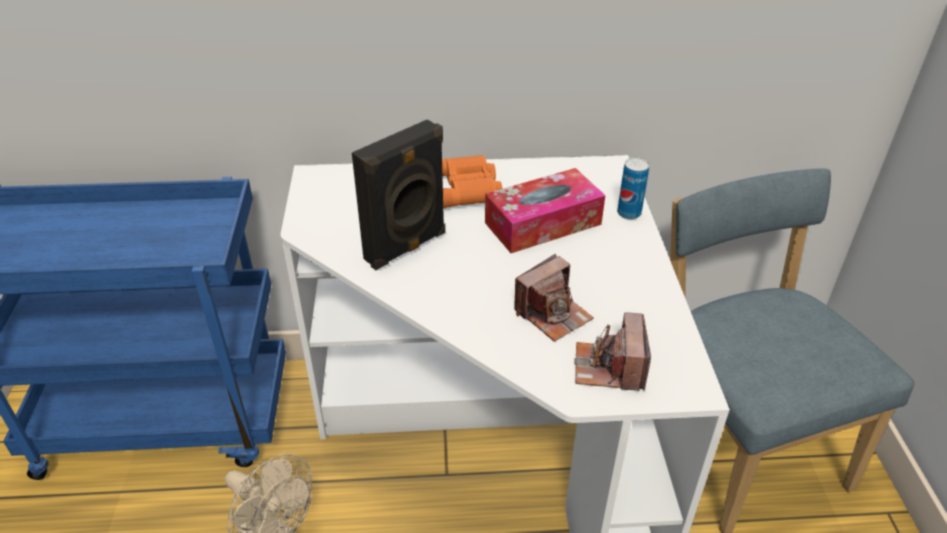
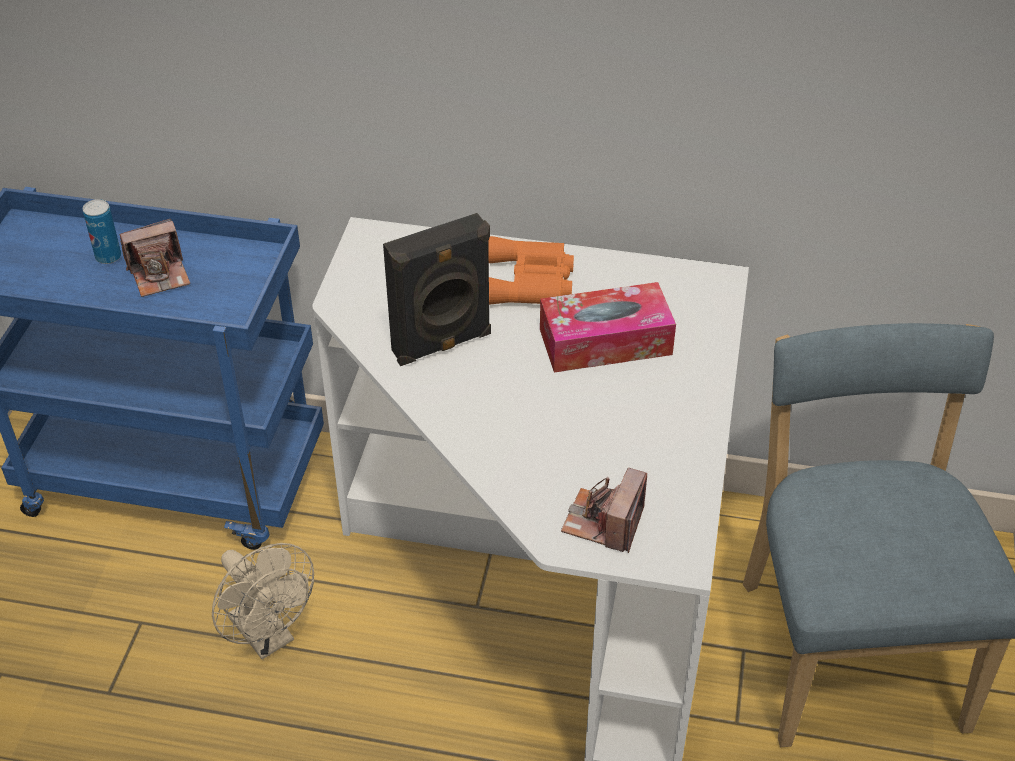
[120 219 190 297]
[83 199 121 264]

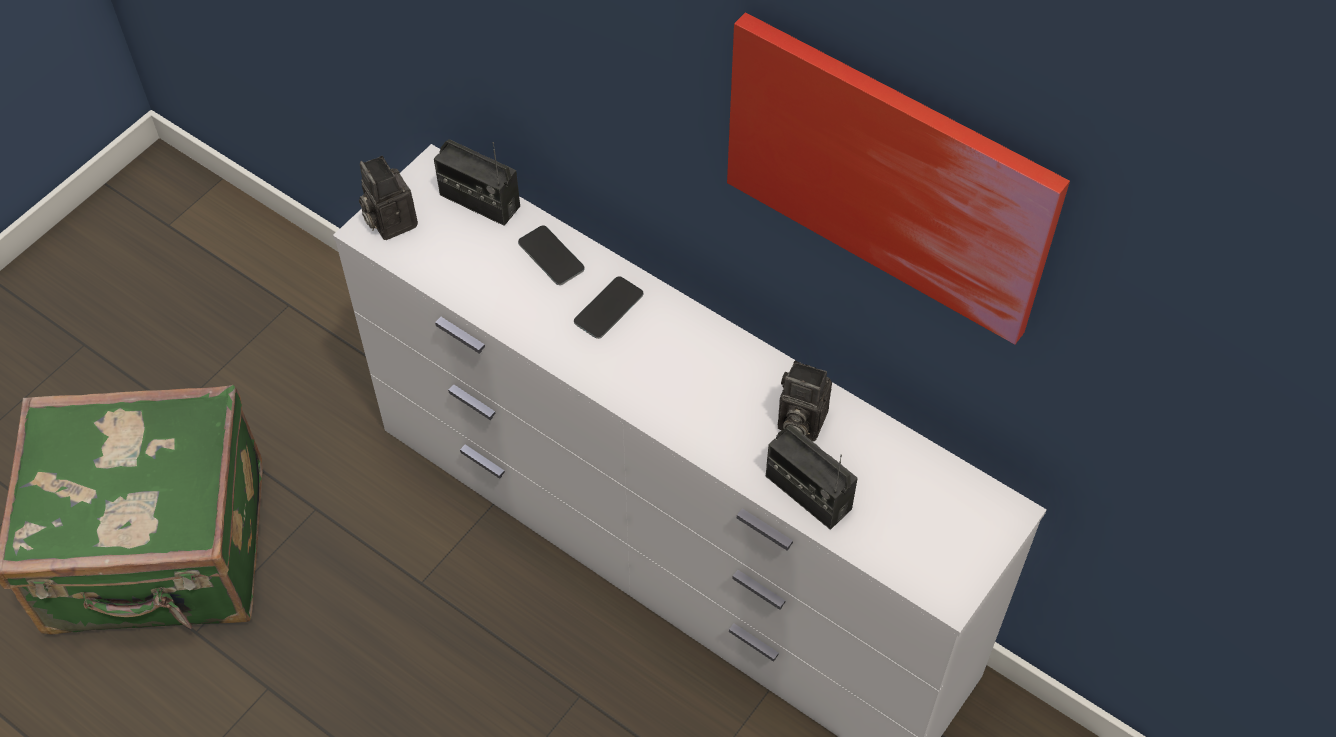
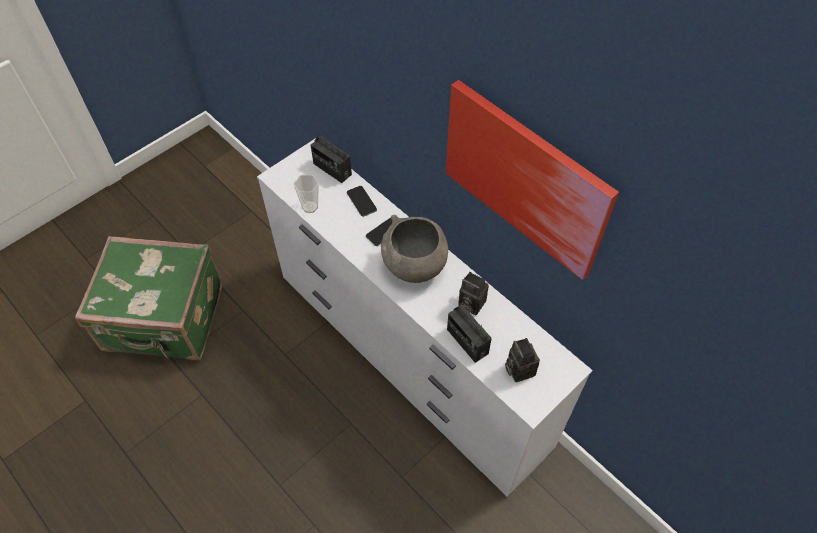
[505 338 540 382]
[293 175 319 213]
[381 215 448 283]

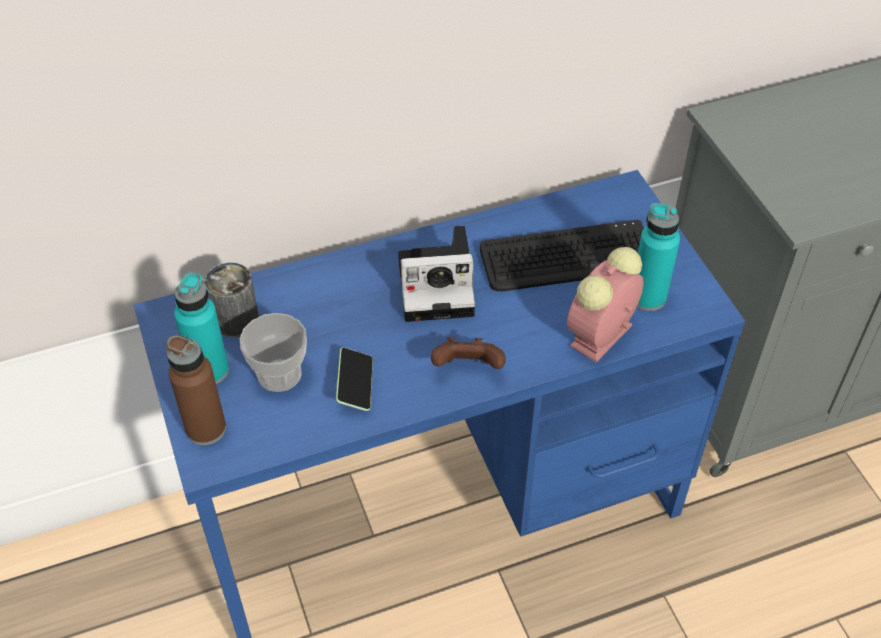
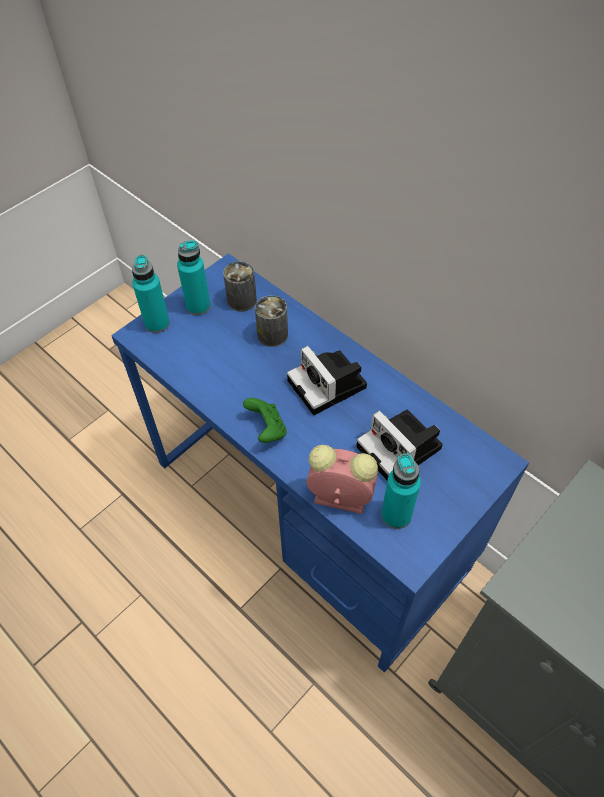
[132 255 170 333]
[240 313 307 392] (first image)
[336 347 373 411] (first image)
[243 398 287 443]
[356 410 443 480]
[255 295 288 347]

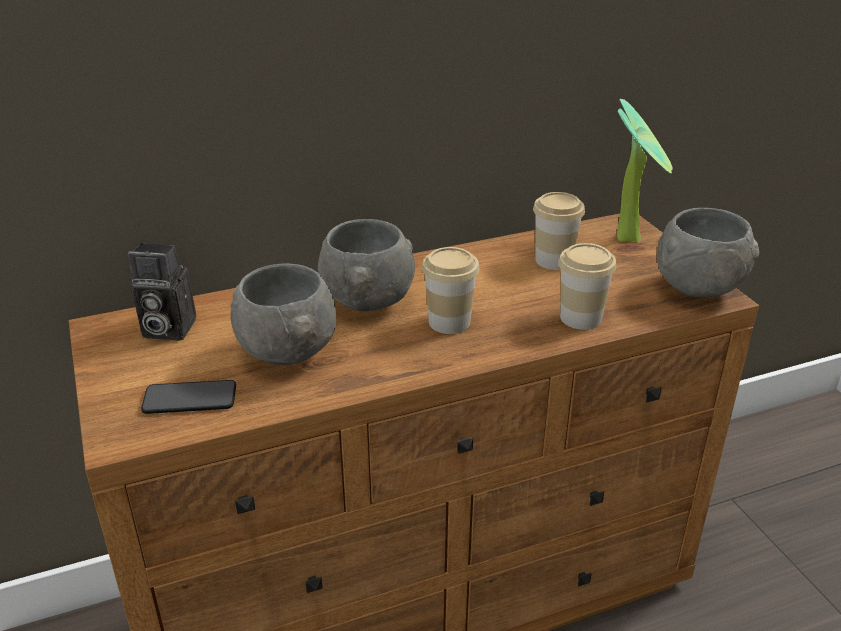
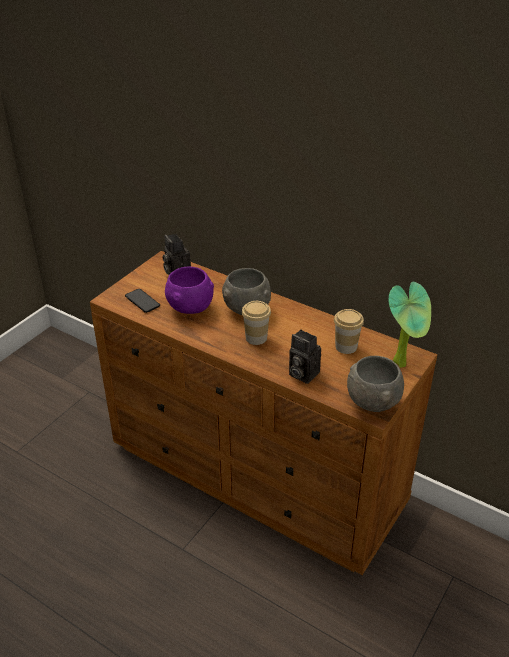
[165 267 214 314]
[289 330 321 384]

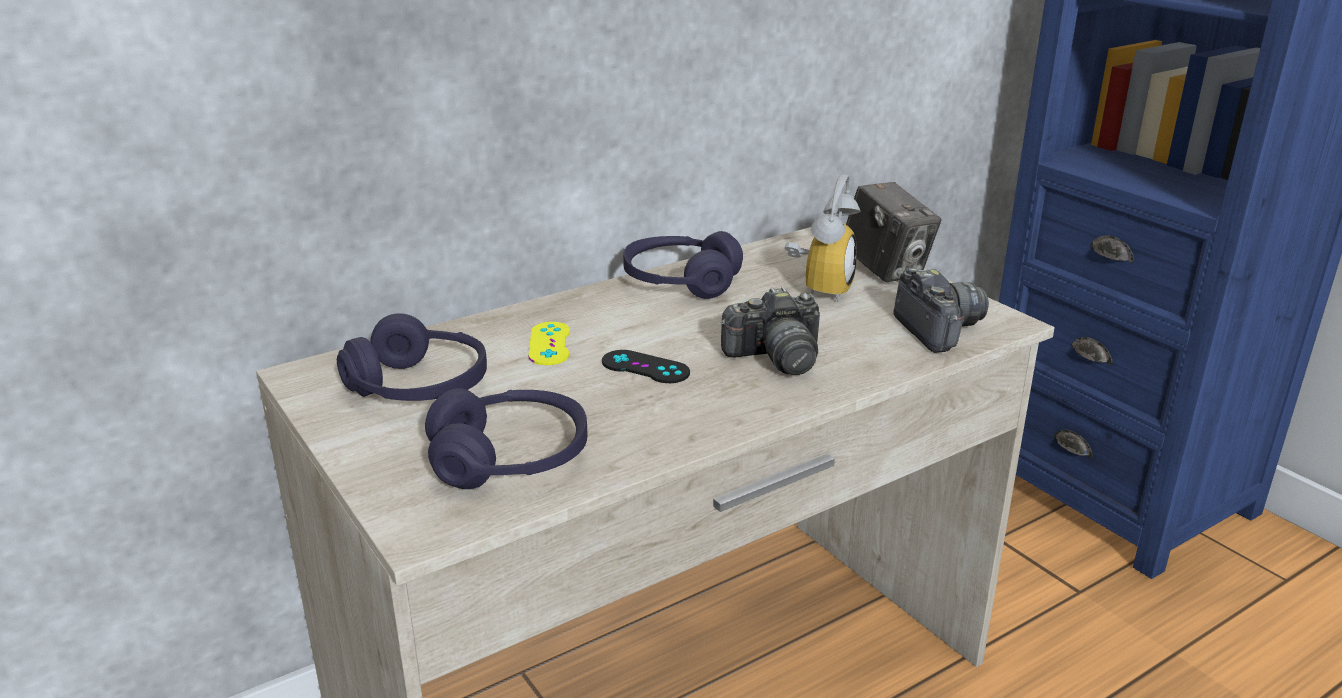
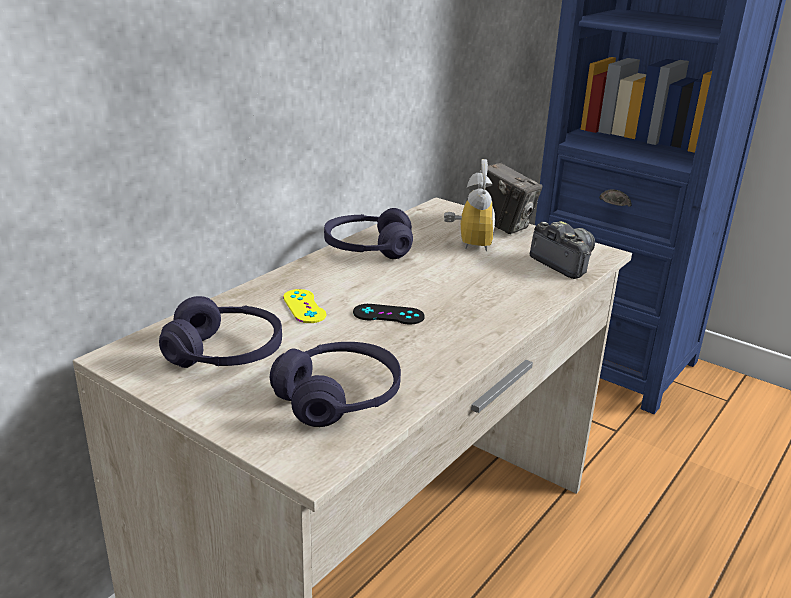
[721 287 820 375] (first image)

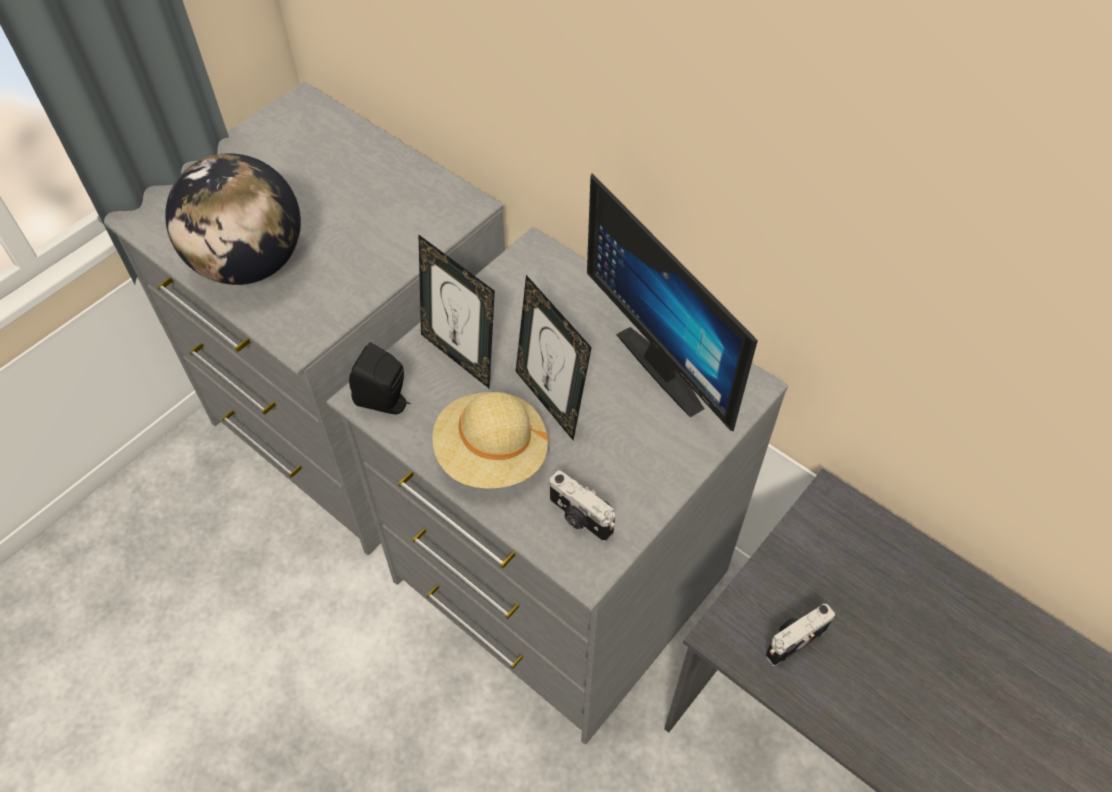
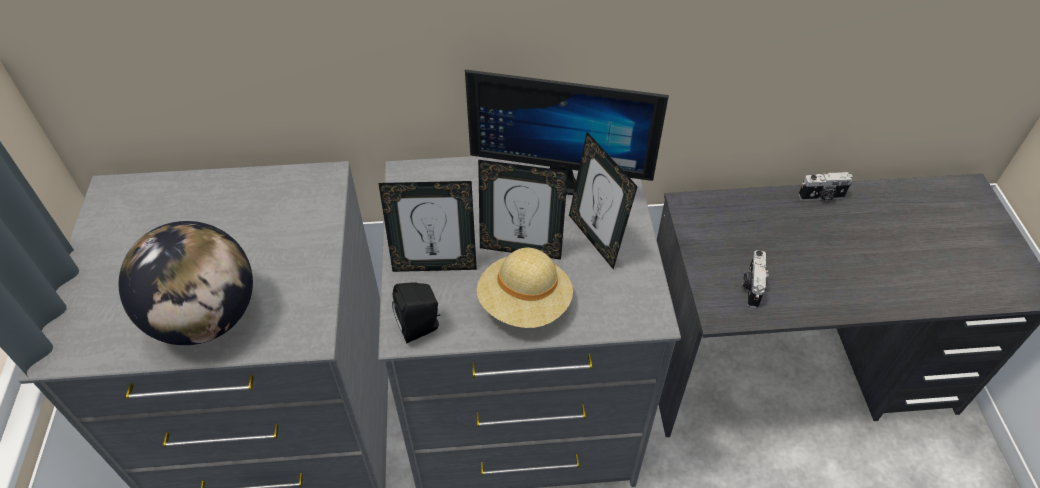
[798 172 852 201]
[569 132 638 269]

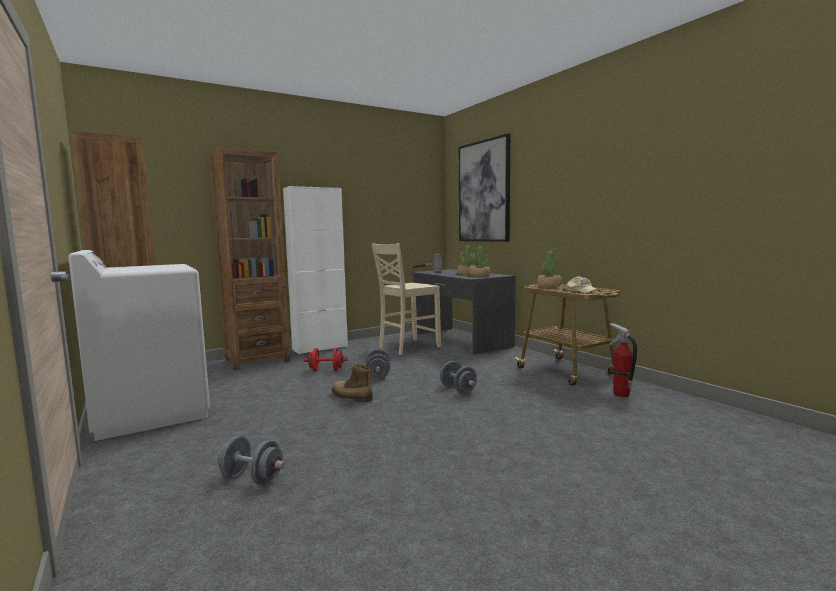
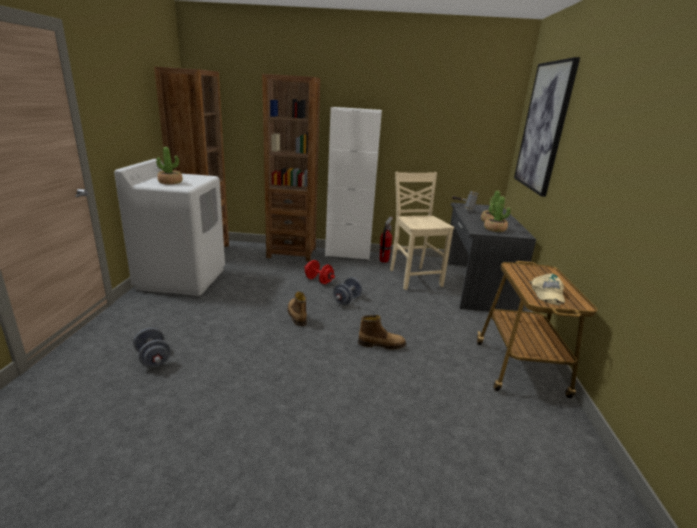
[390 172 454 290]
[358 315 406 349]
[156 147 183 184]
[379 217 393 263]

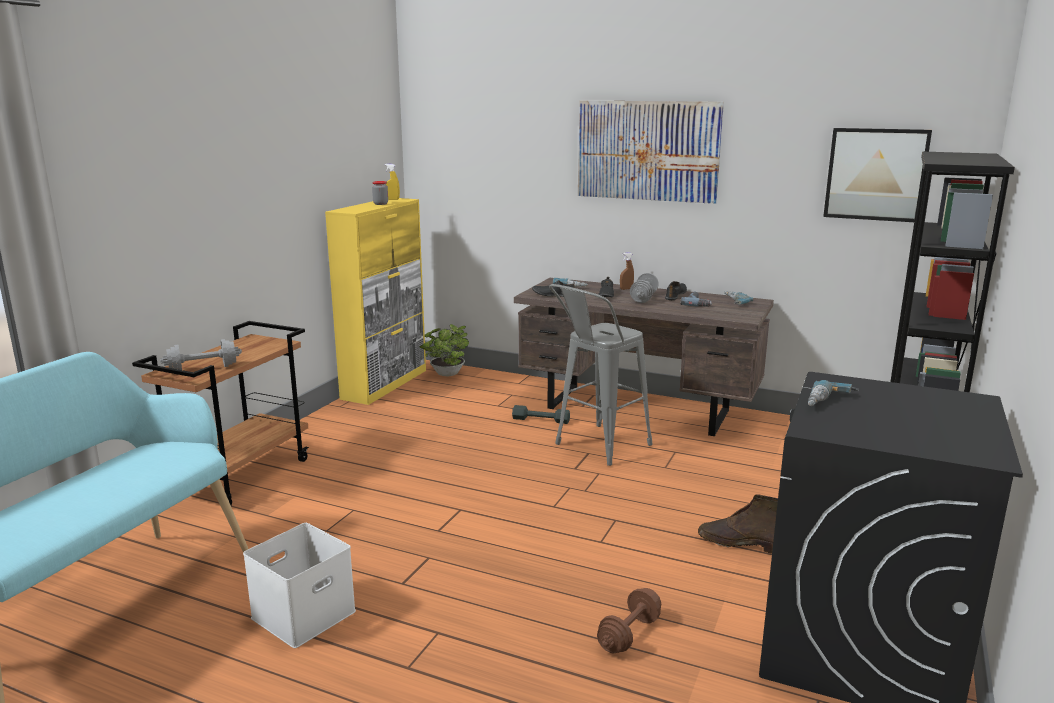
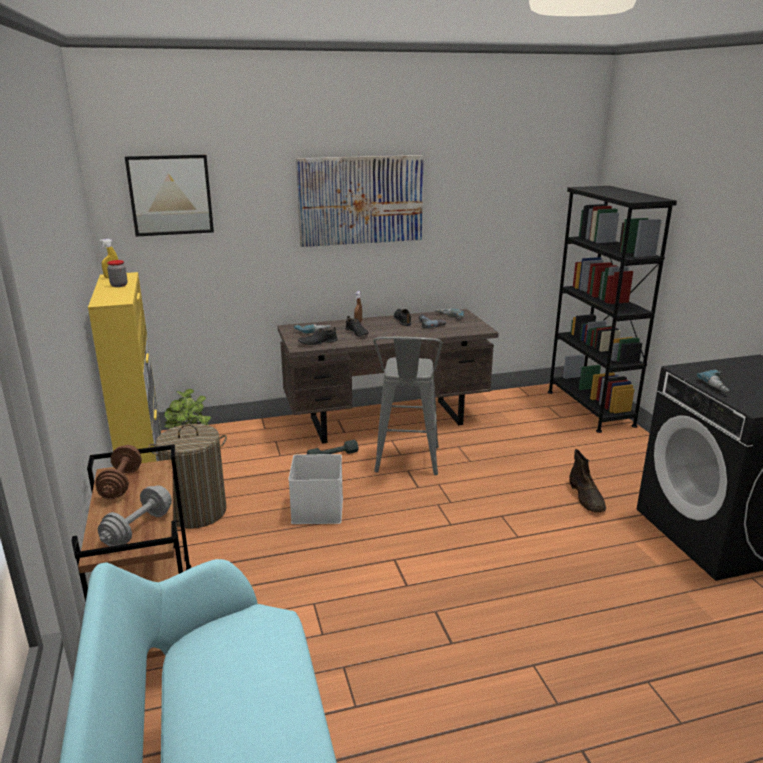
[288 454 343 524]
[95 445 142 500]
[630 273 659 303] (first image)
[569 449 606 512]
[125 155 214 237]
[148 424 227 529]

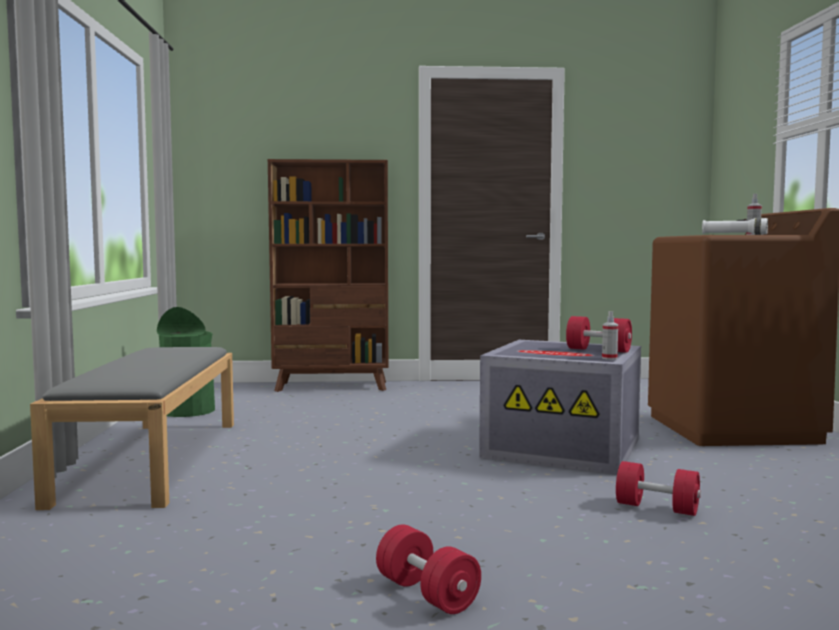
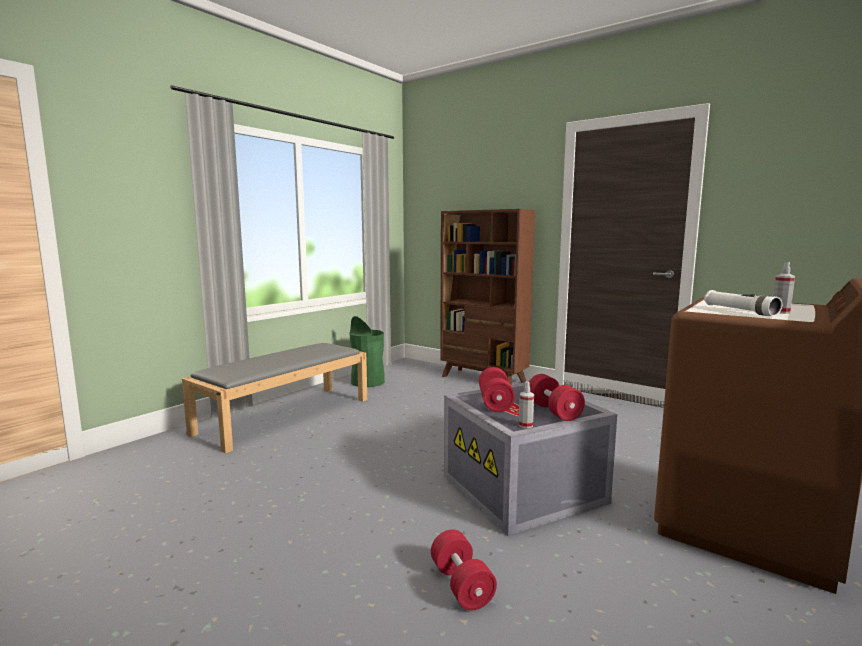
[479 367 515 412]

